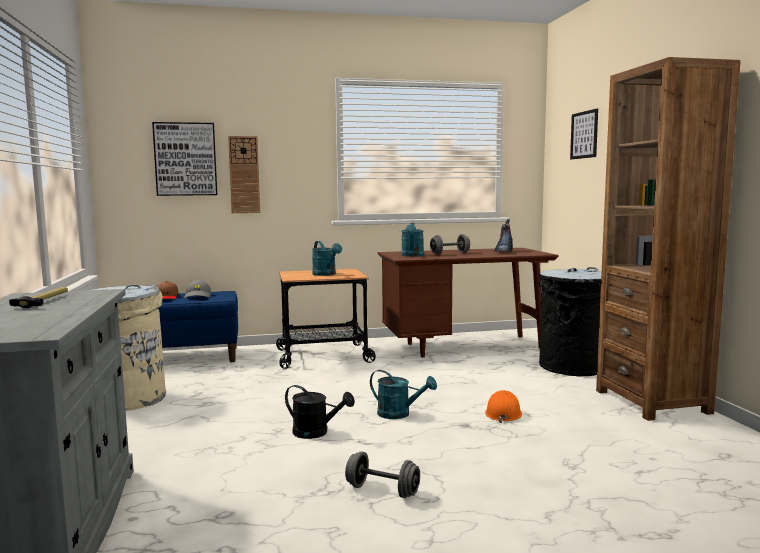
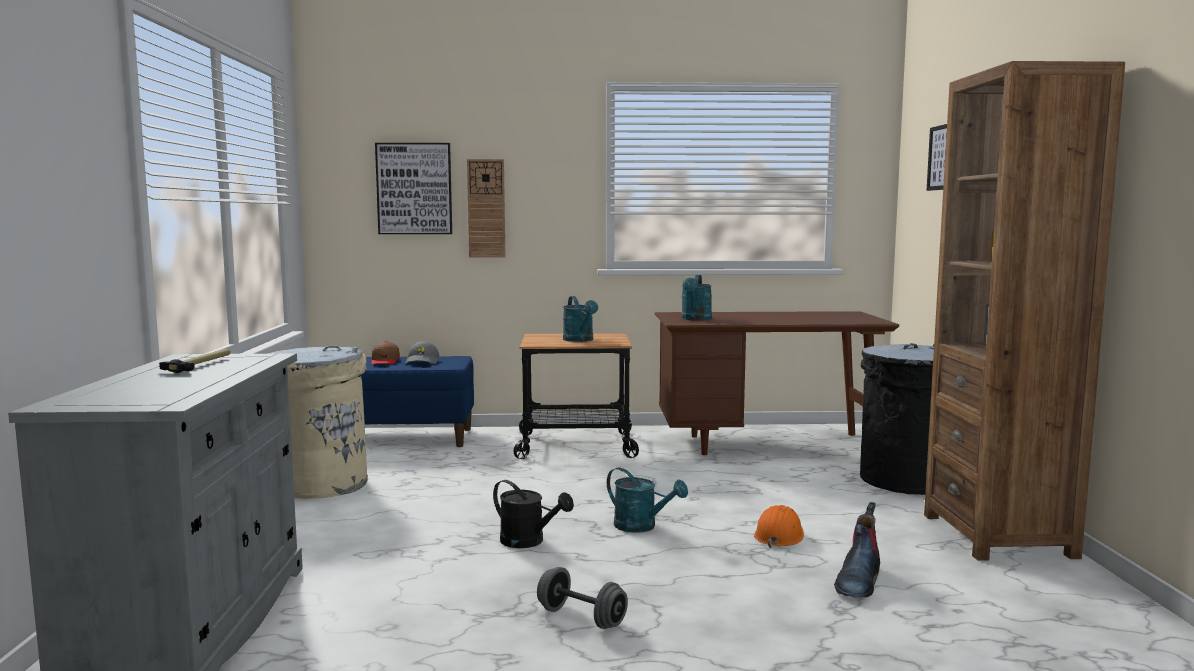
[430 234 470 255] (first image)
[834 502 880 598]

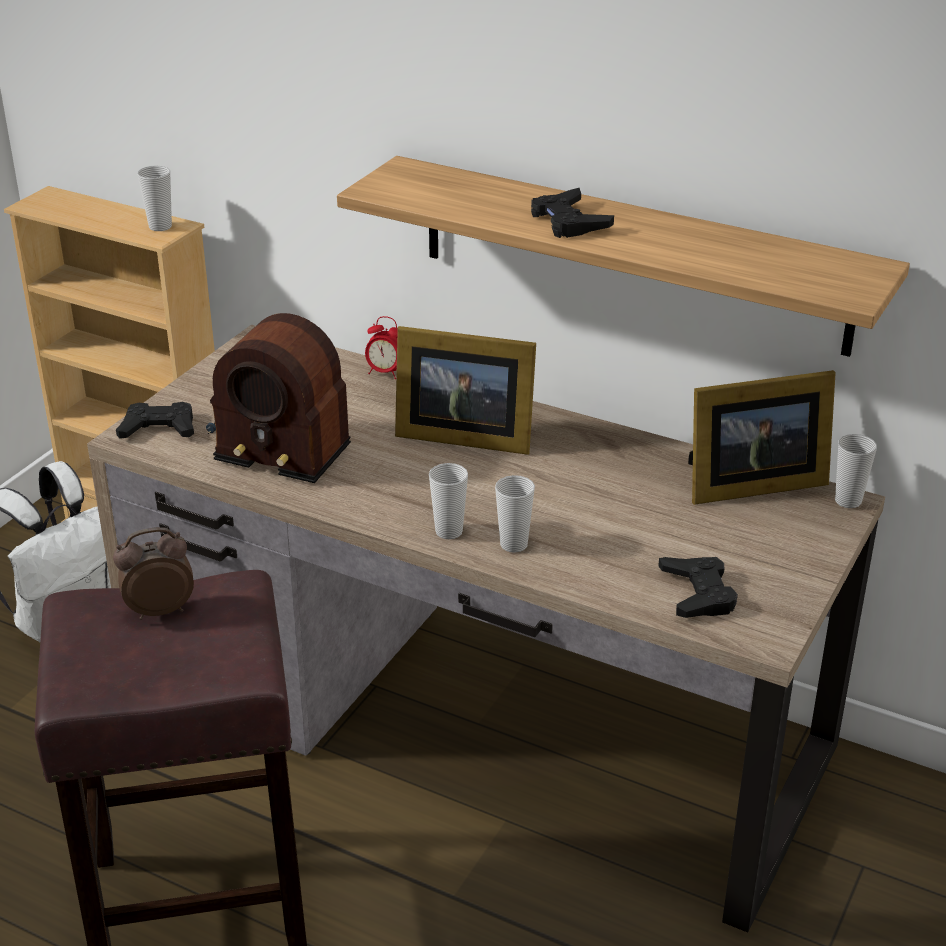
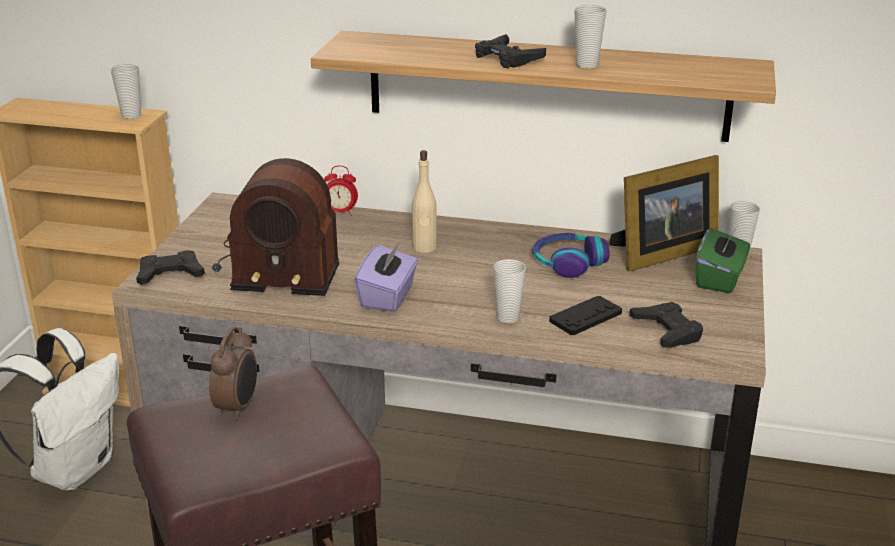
[209 327 257 420]
[412 150 437 253]
[574 5 607 69]
[354 242 418 312]
[532 233 610 278]
[549 296 622 335]
[695 227 750 293]

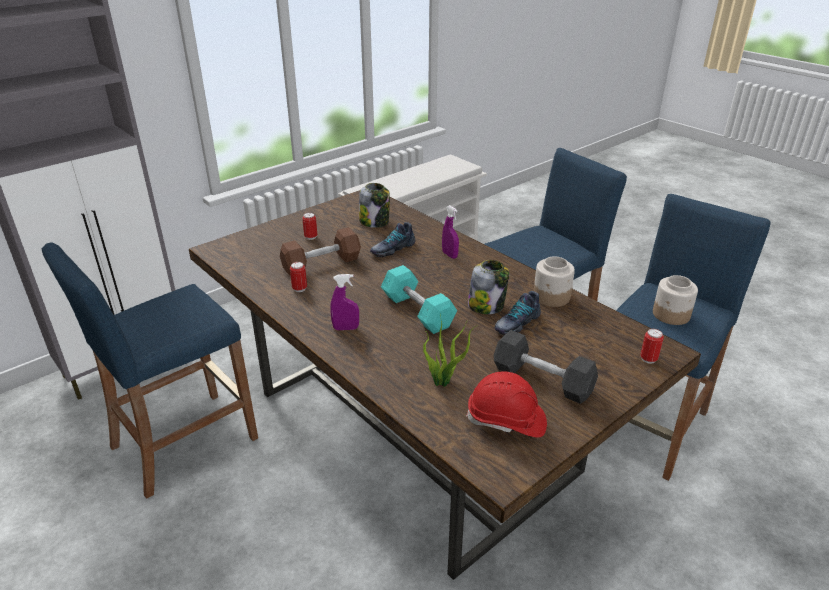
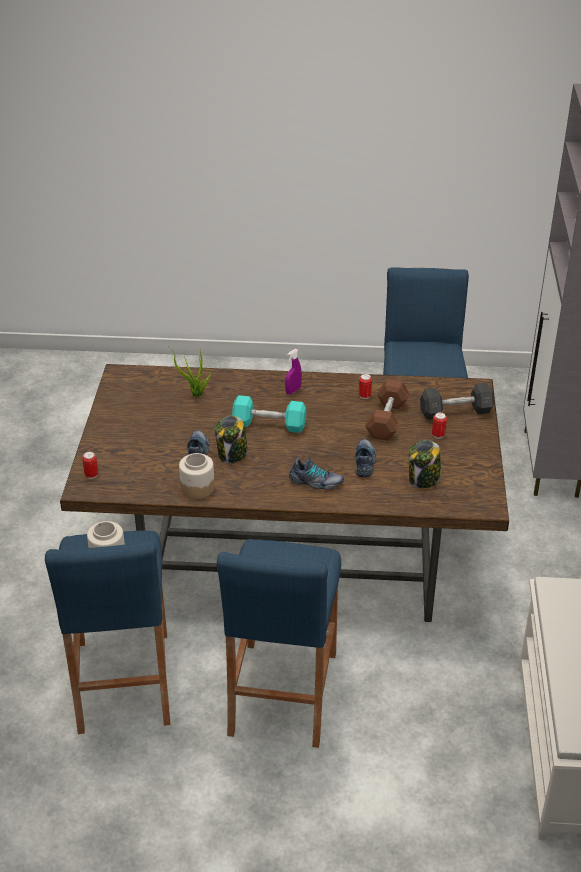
[289 458 344 490]
[466 371 547 438] (first image)
[420 383 494 420]

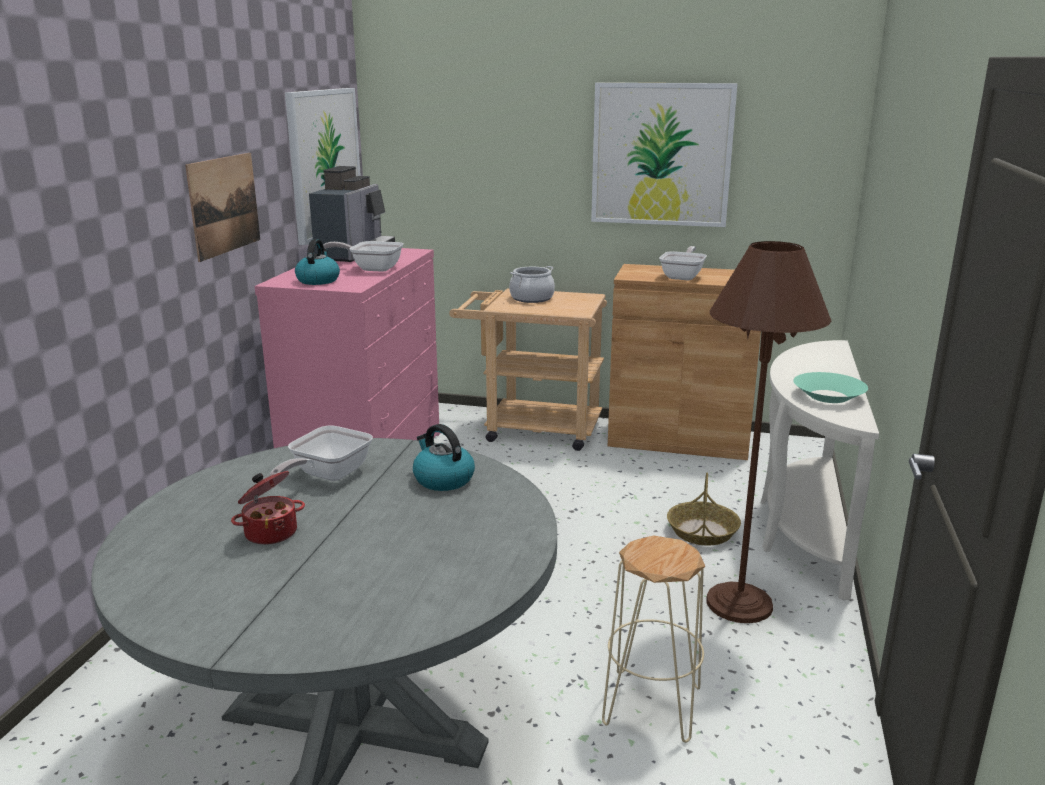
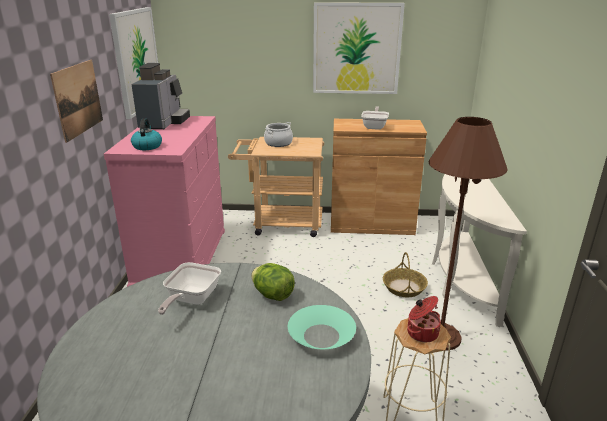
[407 296 441 342]
[323 241 403 272] (first image)
[251 263 295 301]
[288 305 356 349]

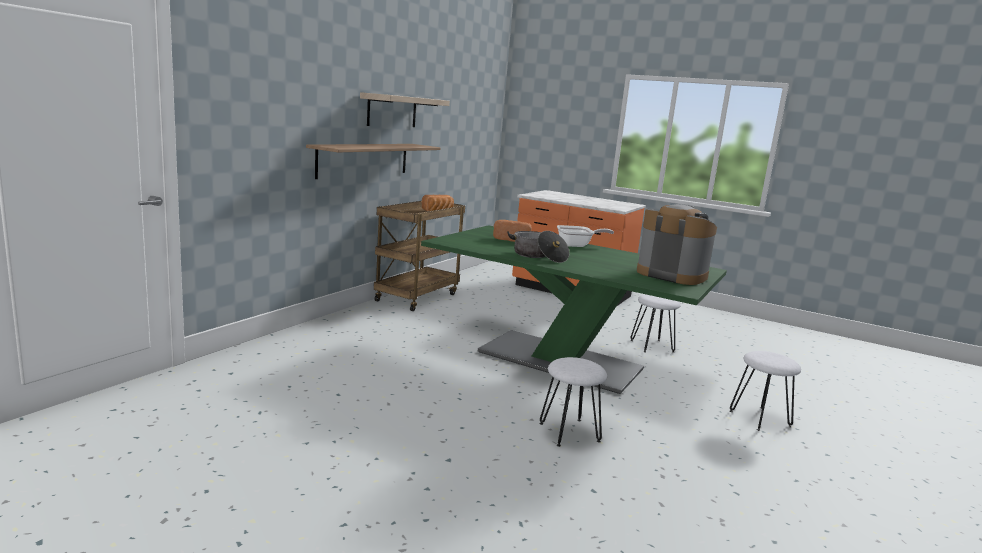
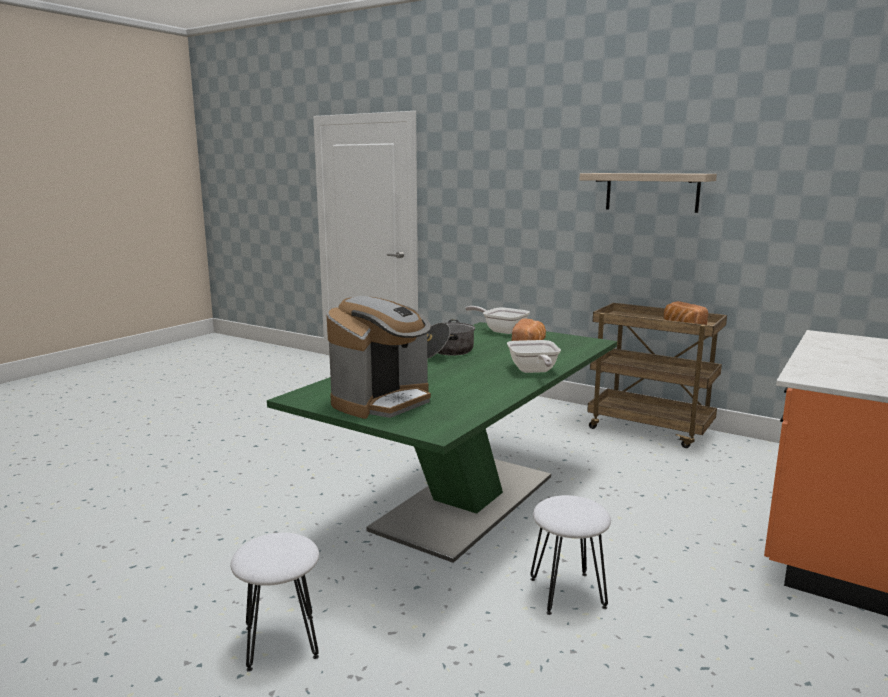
[306 144 441 179] (first image)
[539 357 607 447] (first image)
[465 306 530 334]

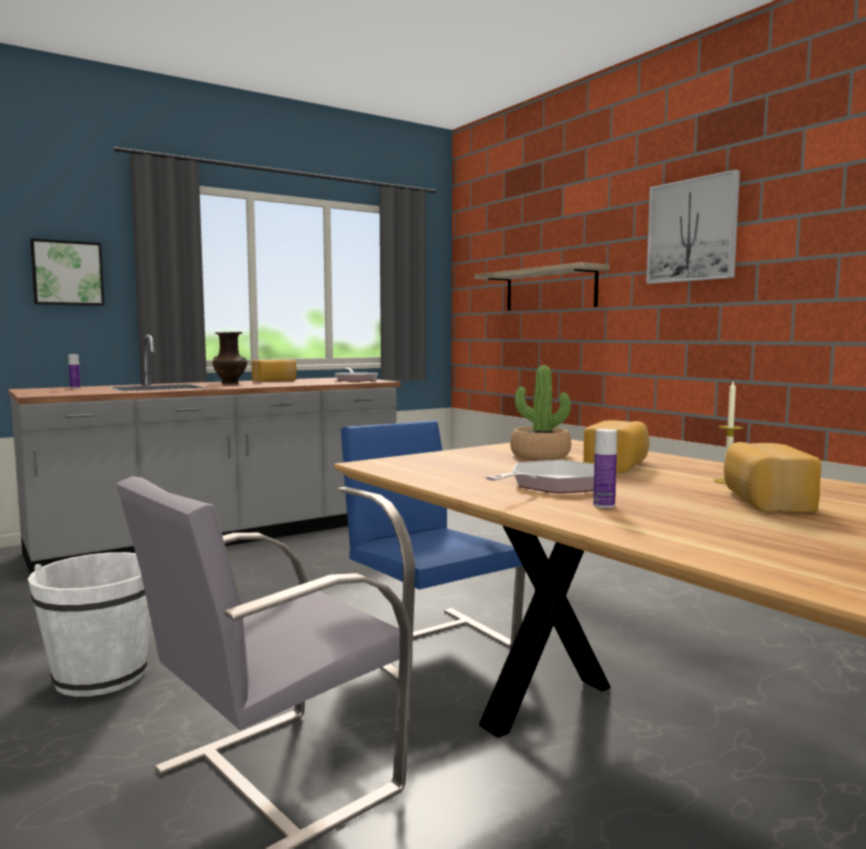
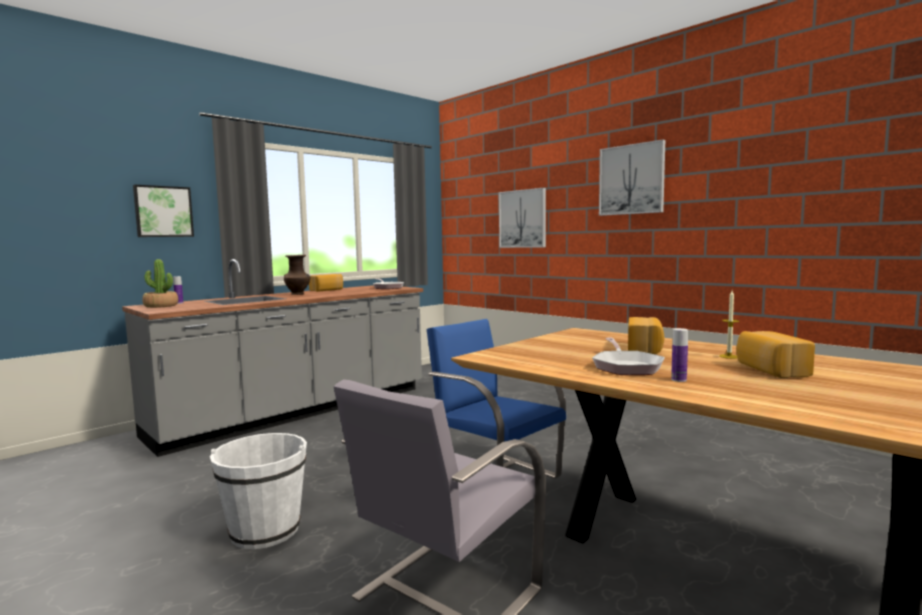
[499 188 546 248]
[592 338 665 375]
[142 259 178 308]

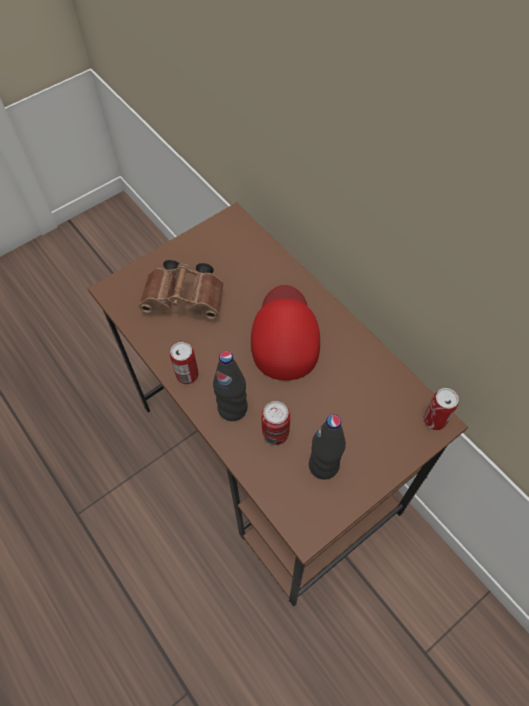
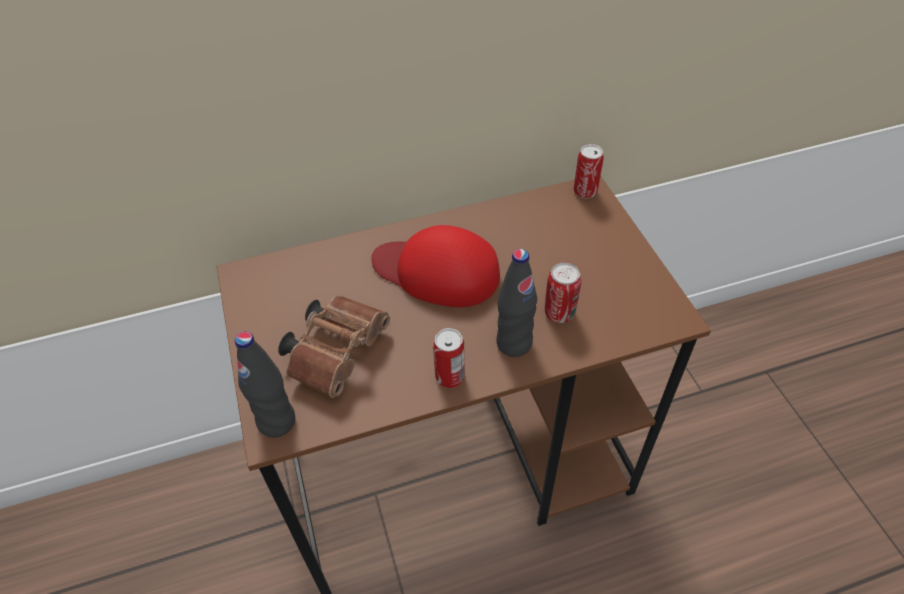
[235 331 295 438]

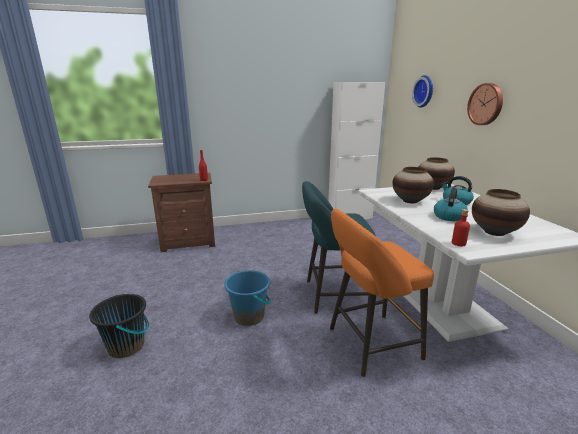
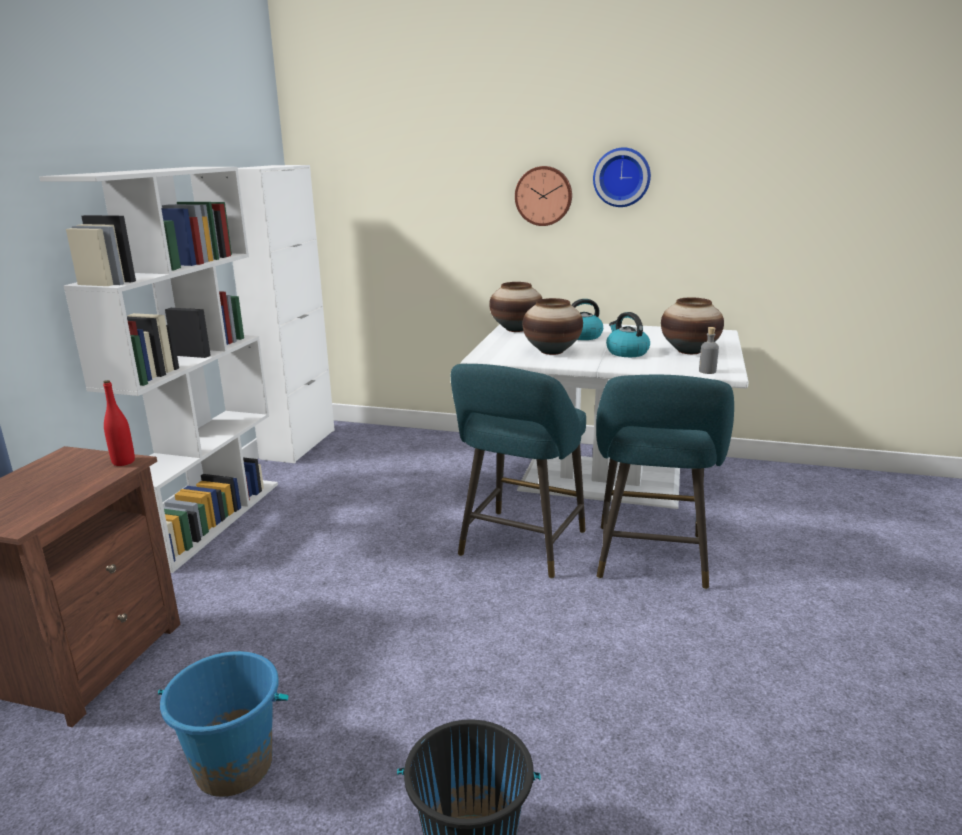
[158 651 289 797]
[596 375 734 589]
[593 147 651 207]
[699 327 719 374]
[39 167 278 573]

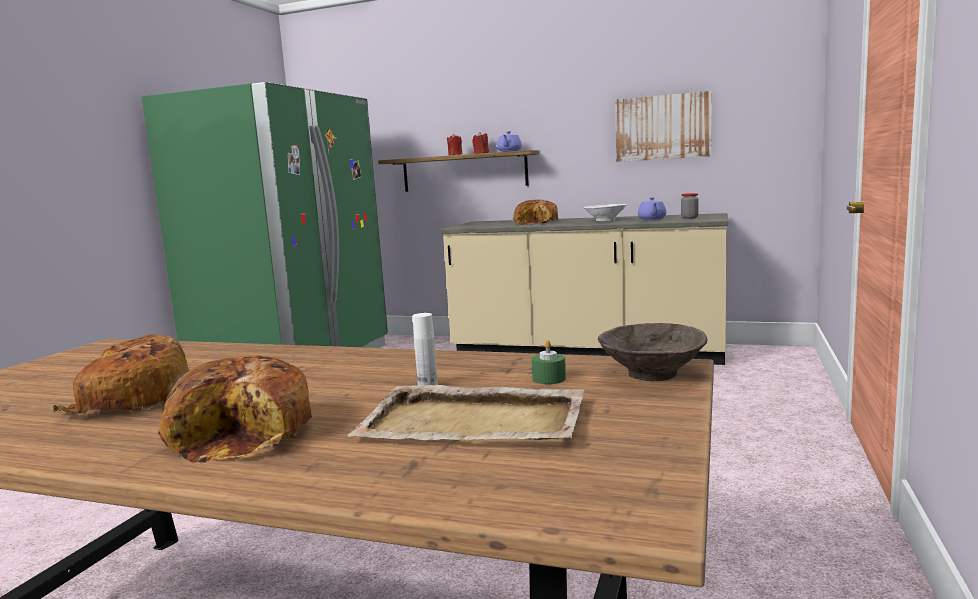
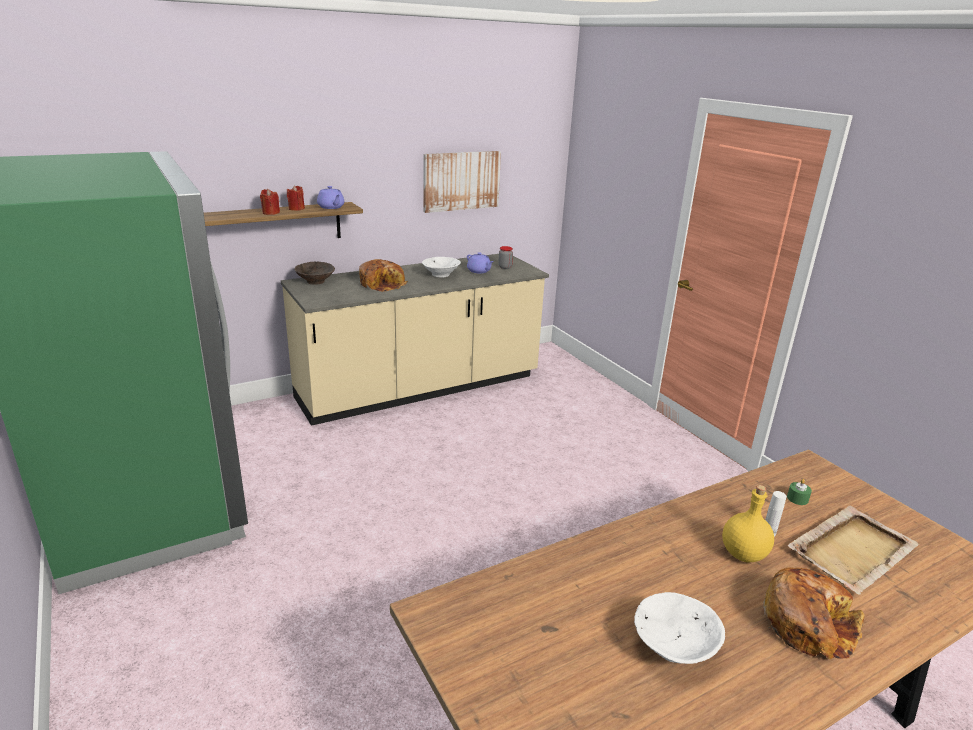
[634 592 725 664]
[294 262 335 285]
[722 485 774 563]

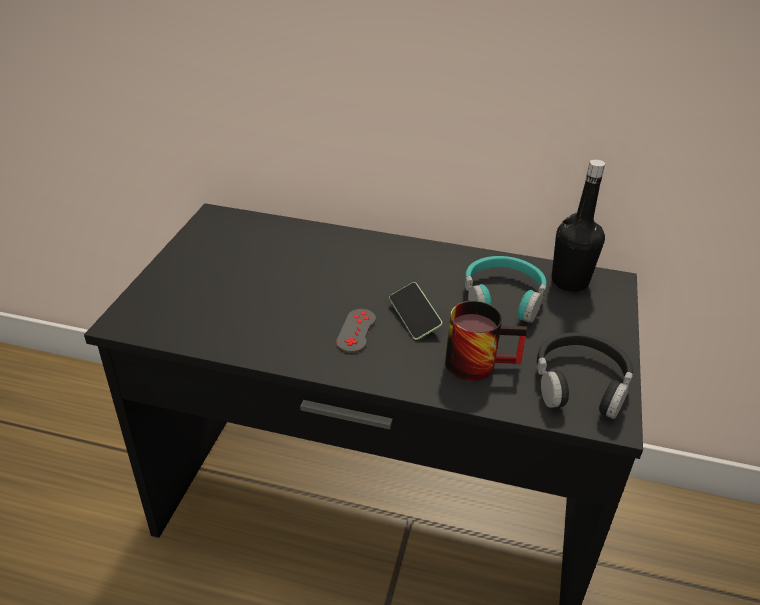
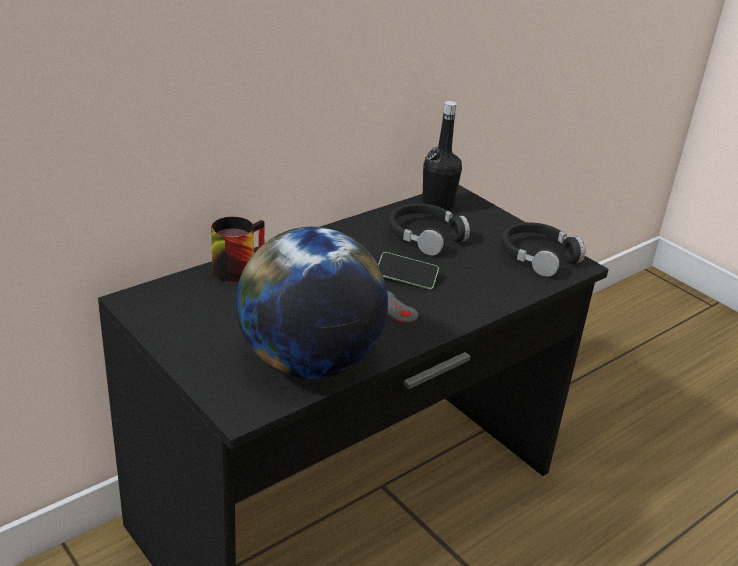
[211 217 265 282]
[388 203 470 256]
[236 227 388 379]

